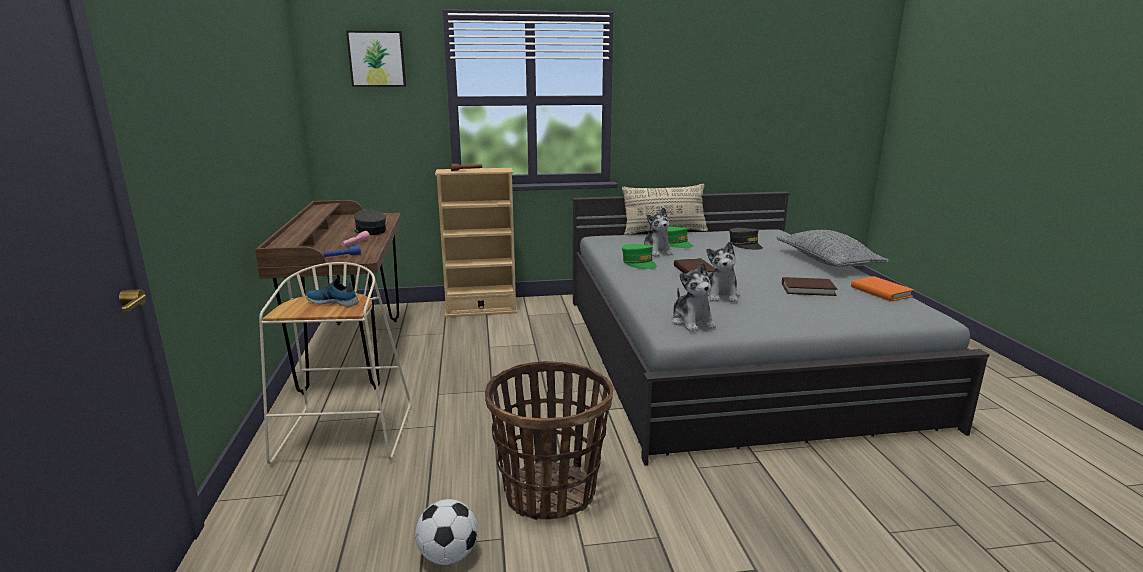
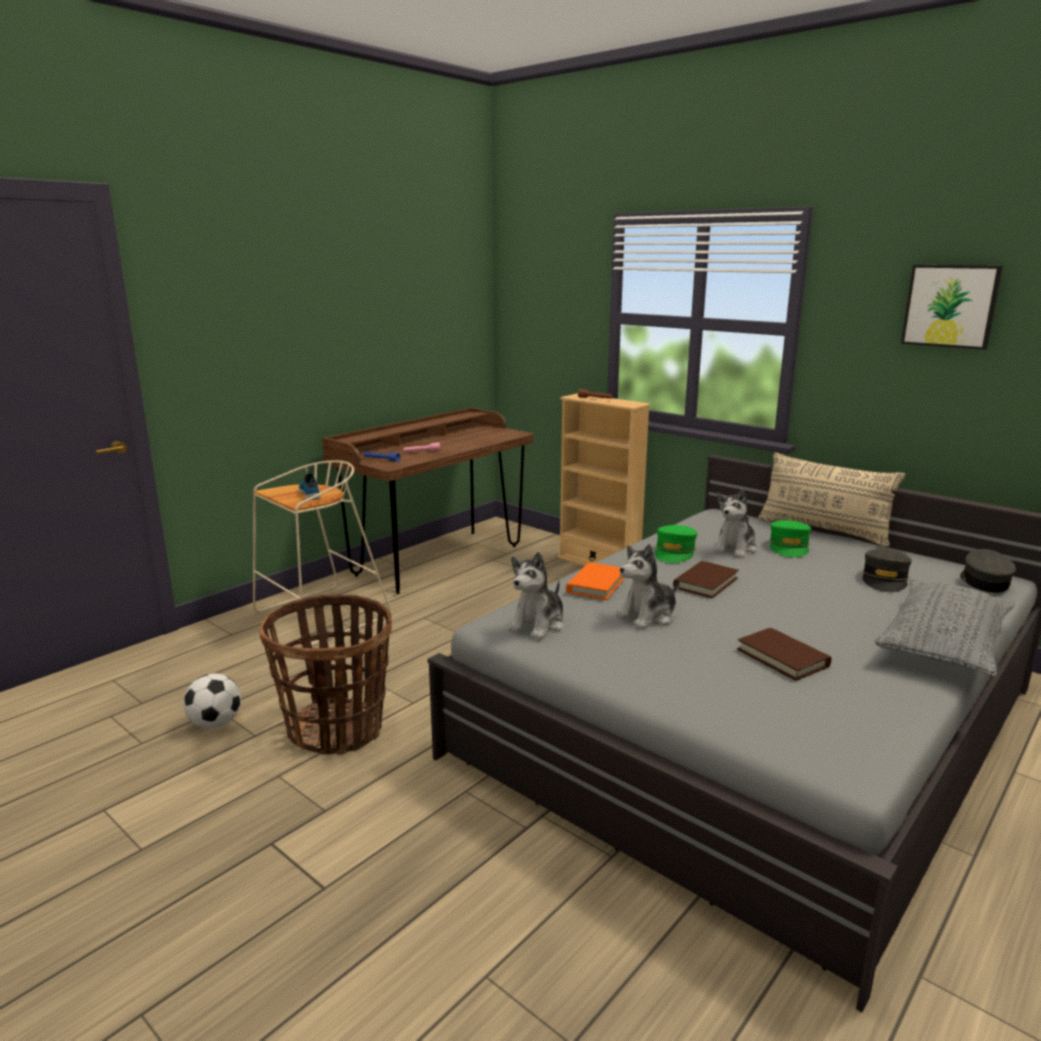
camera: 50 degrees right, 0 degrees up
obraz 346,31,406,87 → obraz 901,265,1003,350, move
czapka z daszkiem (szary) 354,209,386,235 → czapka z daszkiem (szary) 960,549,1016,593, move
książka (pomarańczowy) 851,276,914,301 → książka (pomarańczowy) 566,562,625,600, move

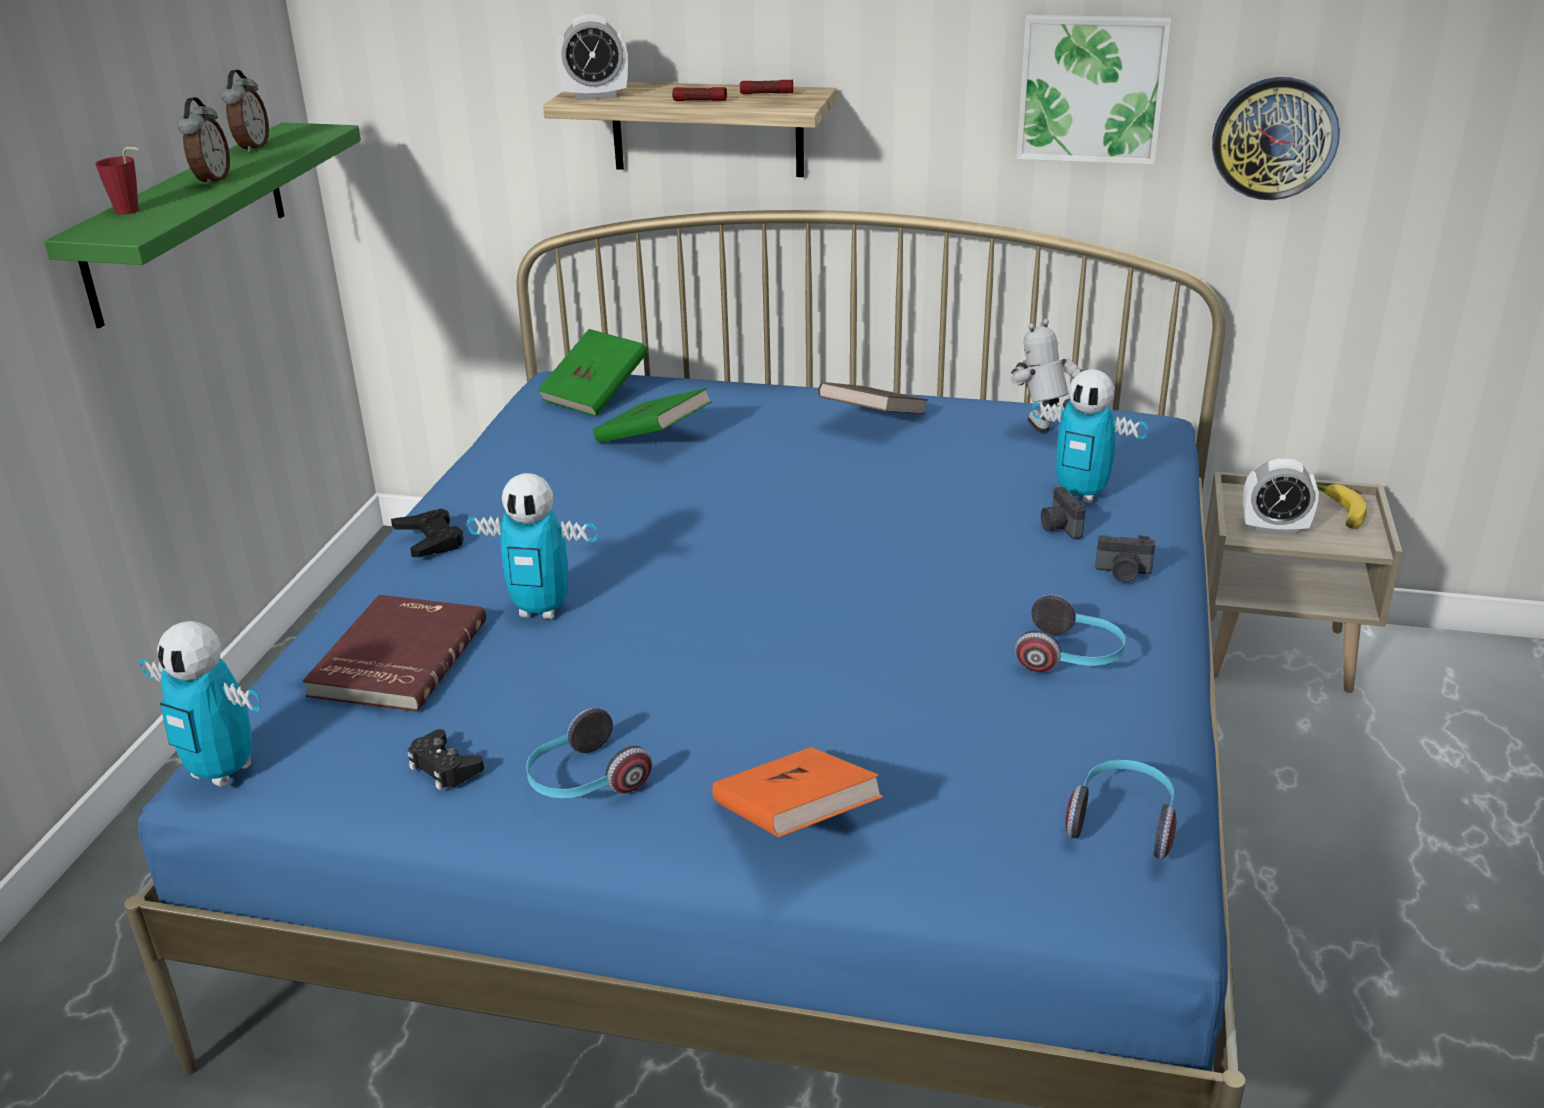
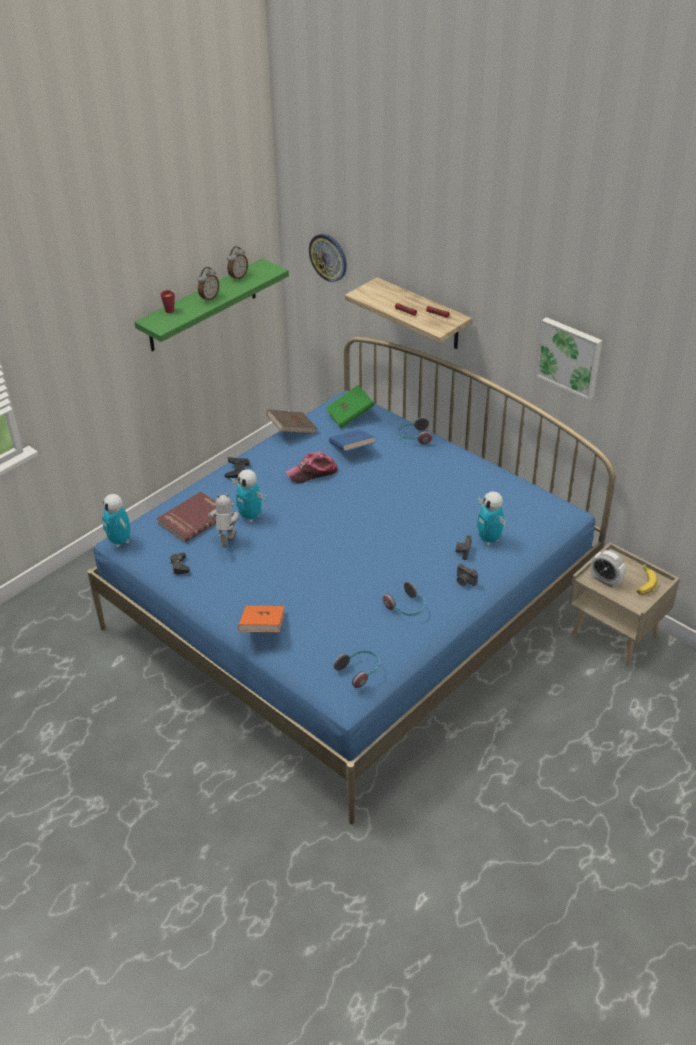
camera: 30 degrees right, 10 degrees up
słuchawki 526,708,652,798 → słuchawki 397,417,432,444, move
budzik 557,14,628,100 → -
książka (zielony) 593,388,712,443 → książka (niebieski) 329,429,375,451
książka (brązowy) 818,382,928,414 → książka (brązowy) 267,409,317,434, move
robot zabawkowy 1011,319,1083,433 → robot zabawkowy 208,493,239,548, move
zegar ścienny 1212,77,1340,200 → zegar ścienny 309,234,347,282, move
- → czapka z daszkiem 286,452,338,483

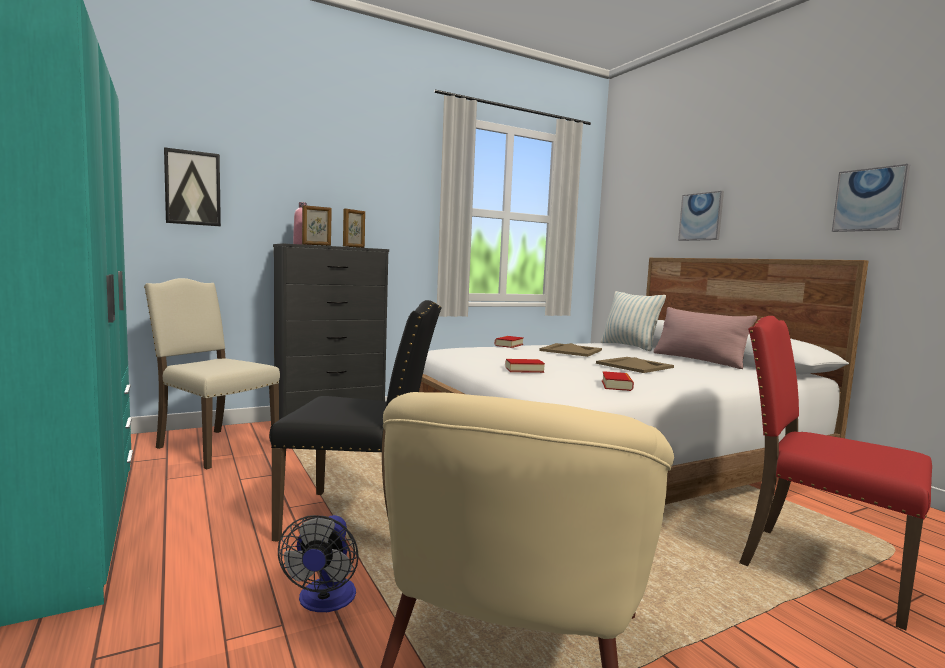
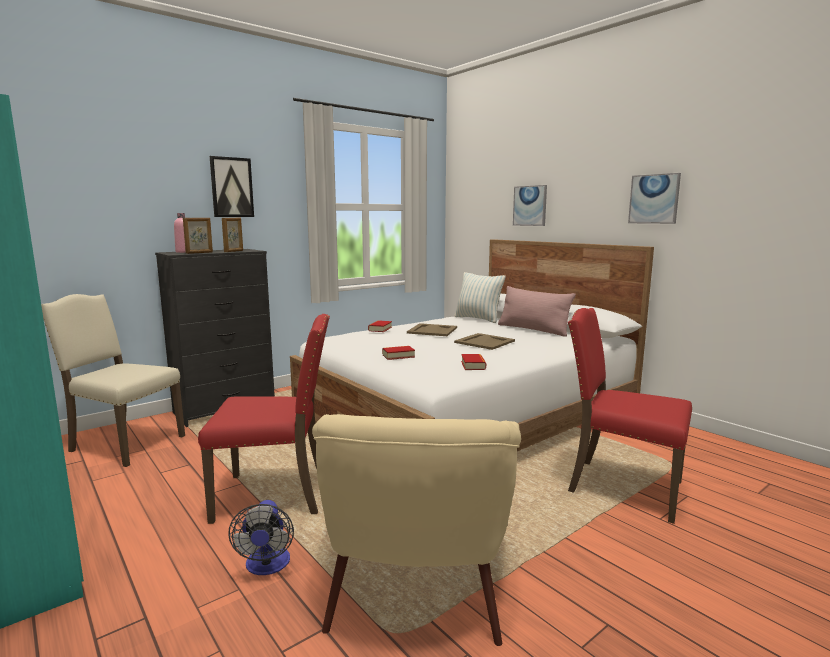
camera: 10 degrees left, 5 degrees up
obraz 164,147,221,226 → obraz 210,156,254,217, move
krzesło (czarny) 269,300,442,542 → krzesło (czerwony) 198,314,330,524

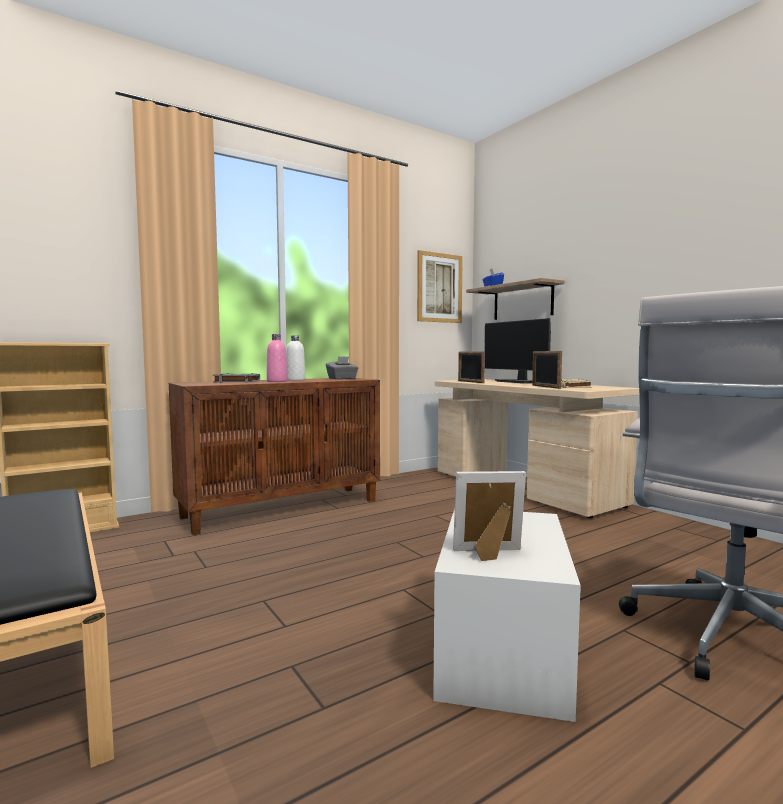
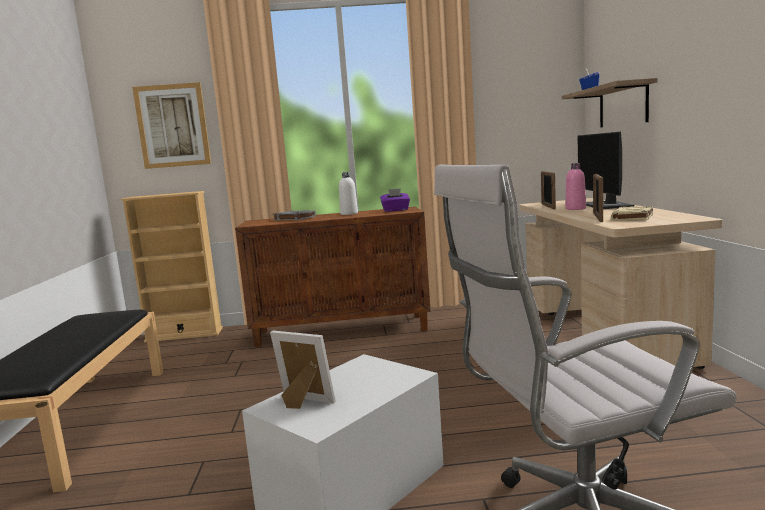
camera: 30 degrees right, 5 degrees up
butelka (różowy) 267,334,288,382 → butelka (różowy) 566,163,586,210, move
pudełko chusteczek (szary) 326,356,359,379 → pudełko chusteczek (fioletowy) 380,188,410,212
obraz 417,250,463,323 → obraz 132,82,211,169, move

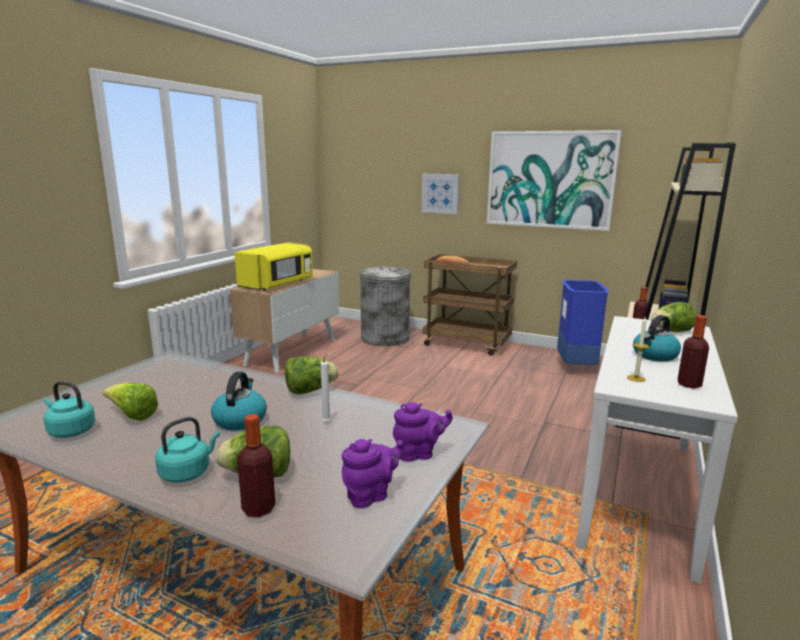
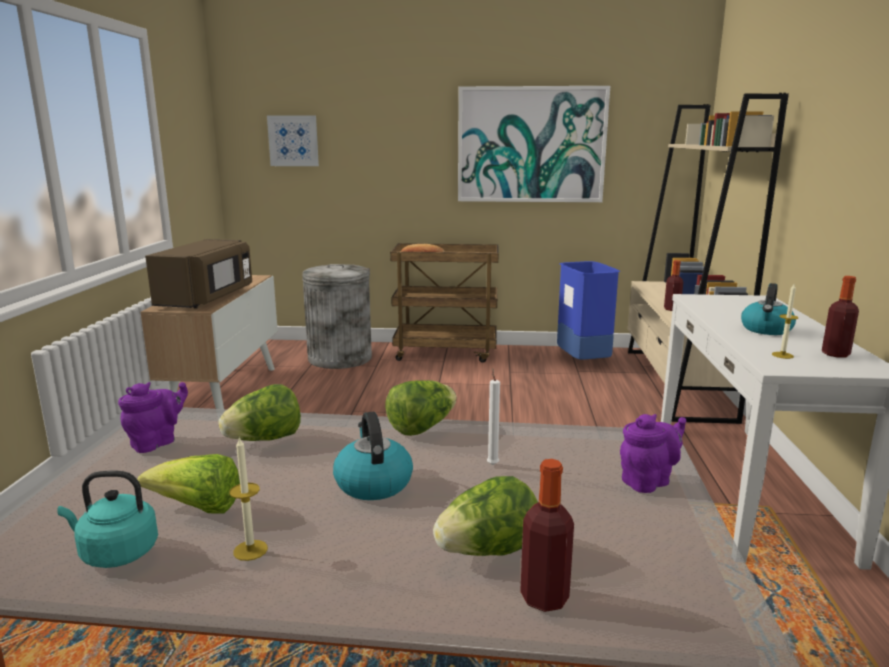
camera: 20 degrees left, 0 degrees up
czajnik (turkusowy) 155,417,220,483 → -
mikrofalówka (żółty) 234,242,313,291 → mikrofalówka (brązowy) 145,239,252,308
imbryk (fioletowy) 342,439,404,508 → imbryk (fioletowy) 118,382,188,453, move
obraz 422,174,460,214 → obraz 267,115,319,166, move
sałata 651,302,696,332 → sałata 218,384,301,441, move
- → świeca 230,436,268,561

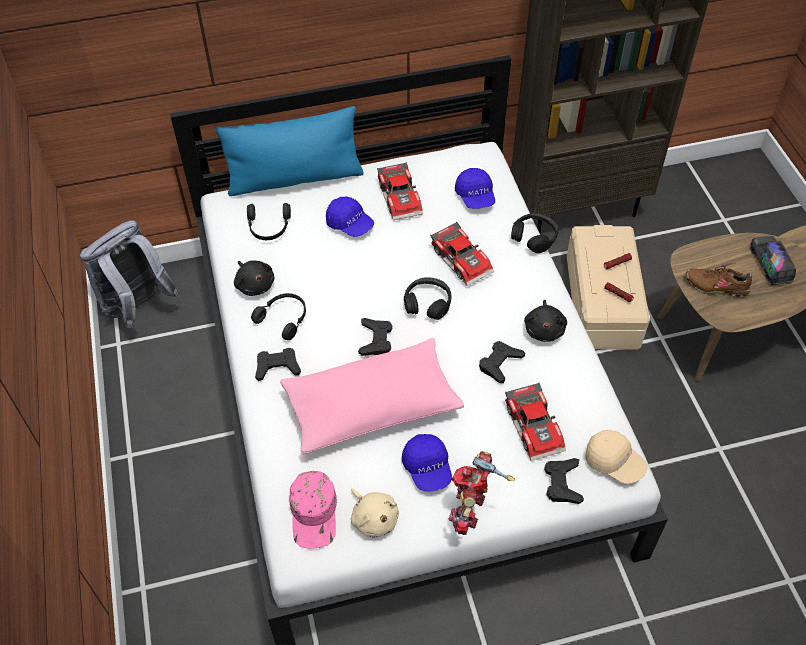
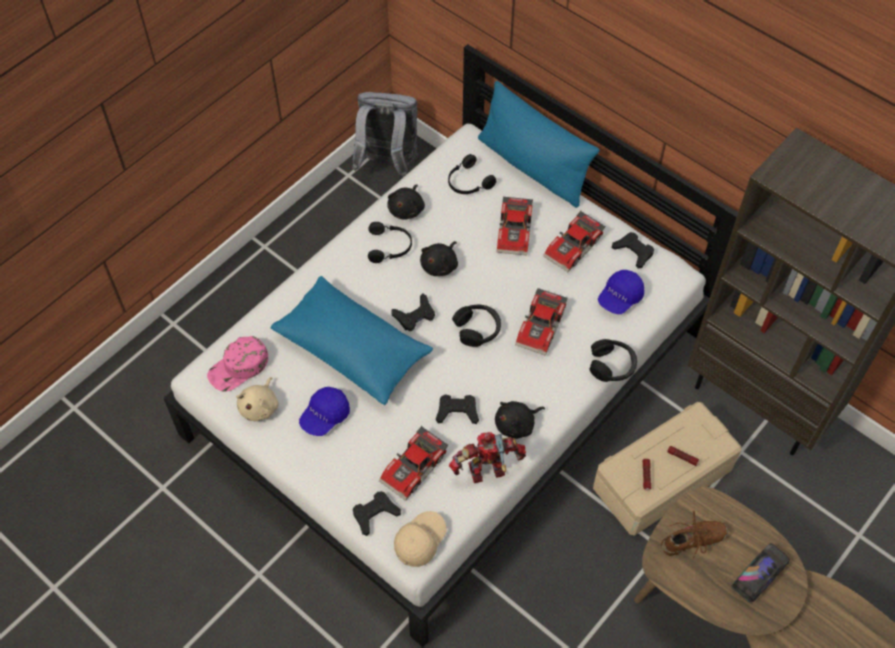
camera: 55 degrees right, 5 degrees up
pad do gier (czarny) 255,348,301,381 → pad do gier (czarny) 612,232,654,268, move
poduszka (różowy) 280,338,464,454 → poduszka (niebieski) 271,276,433,405
czapka z daszkiem (niebieski) 326,196,374,237 → samochodzik 497,196,533,256
robot zabawkowy 448,451,515,535 → robot zabawkowy 449,432,526,483, move
czapka z daszkiem (beżowy) 585,430,648,484 → czapka z daszkiem (beżowy) 394,511,447,567, 150 degrees counterclockwise
but (brązowy) 686,263,752,297 → but (brązowy) 661,510,728,560, 90 degrees clockwise
- → pluszak (czarny) 420,241,458,276

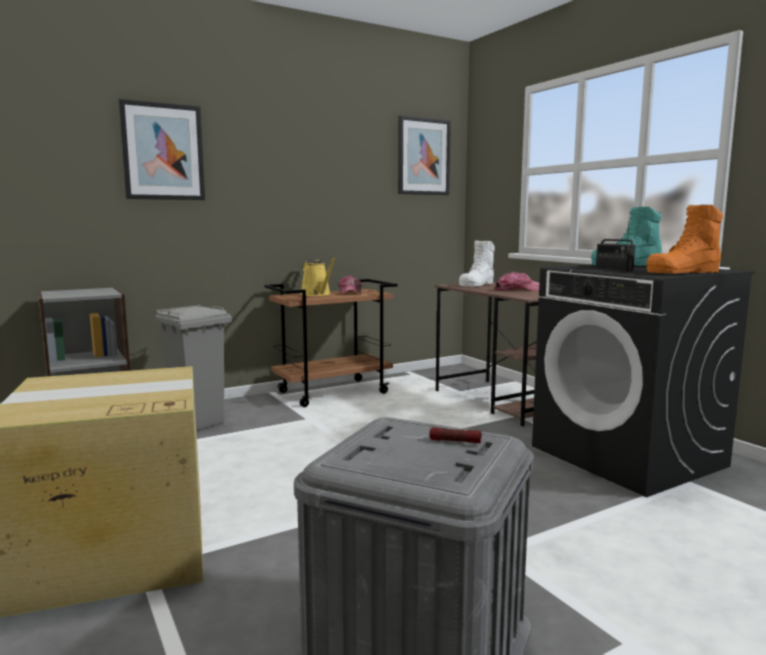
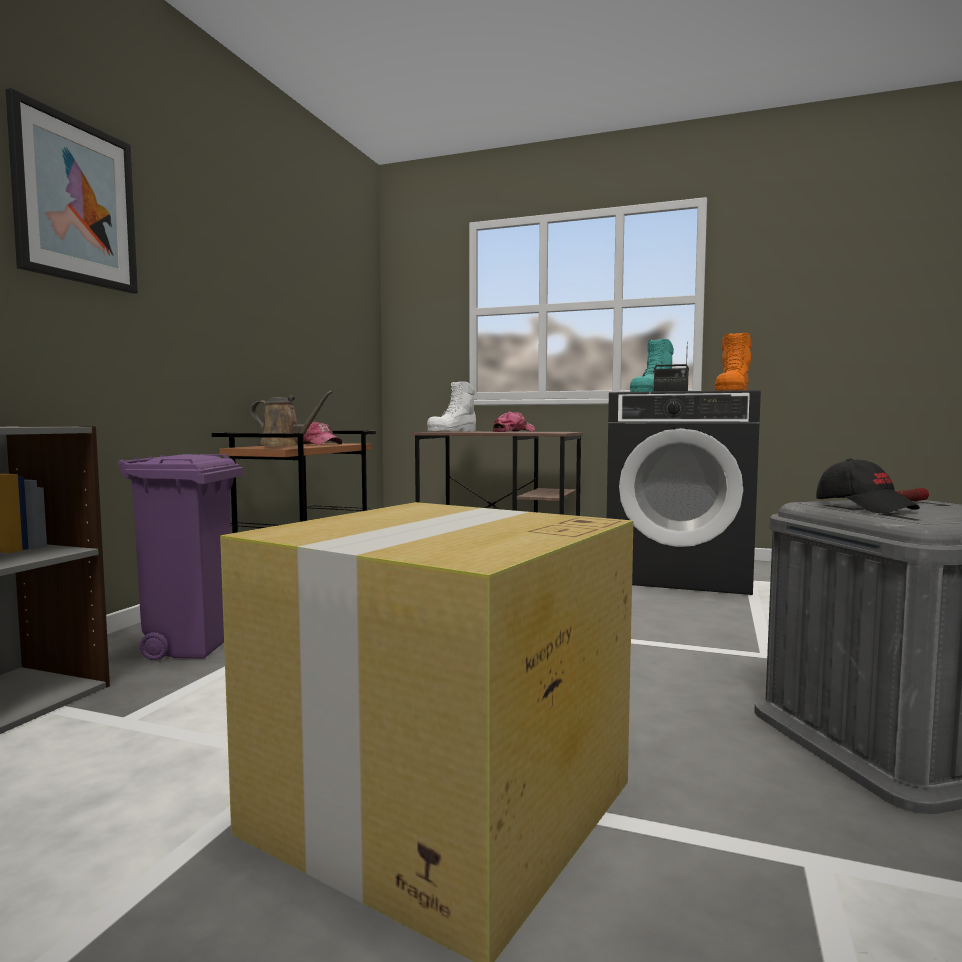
camera: 40 degrees left, 5 degrees down
kosz na śmieci (szary) 155,304,232,431 → kosz na śmieci (fioletowy) 118,454,243,660
konewka (żółty) 301,257,336,296 → konewka (brązowy) 251,390,333,447
obraz 398,115,451,195 → -
but z cholewką (biały) 459,241,495,287 → but z cholewką (biały) 427,382,476,431, 45 degrees clockwise
- → czapka z daszkiem (czarny) 816,458,920,513

